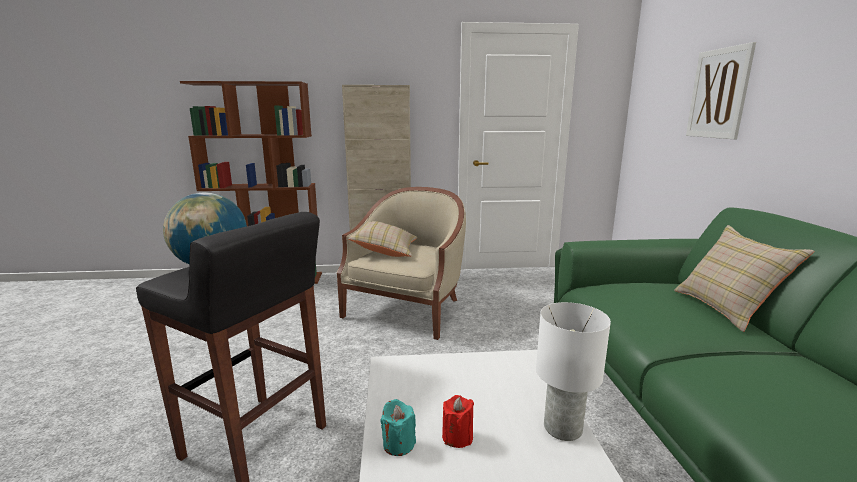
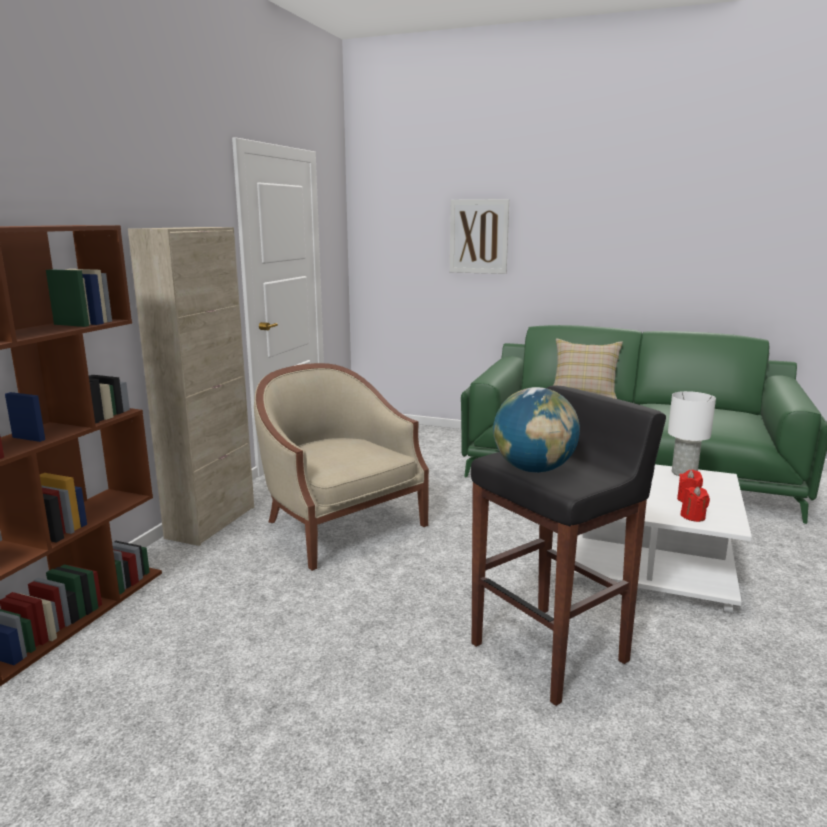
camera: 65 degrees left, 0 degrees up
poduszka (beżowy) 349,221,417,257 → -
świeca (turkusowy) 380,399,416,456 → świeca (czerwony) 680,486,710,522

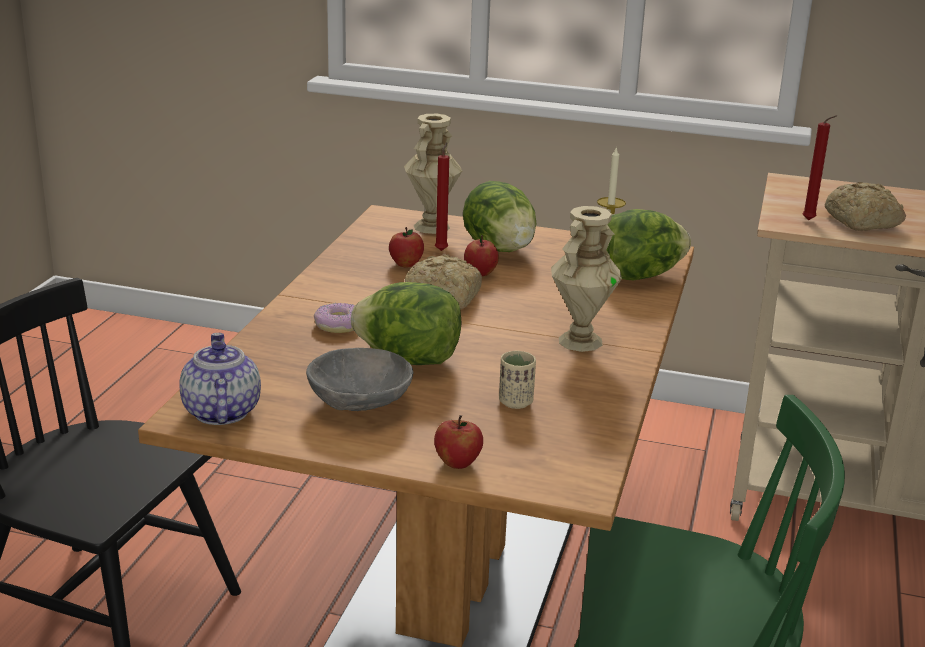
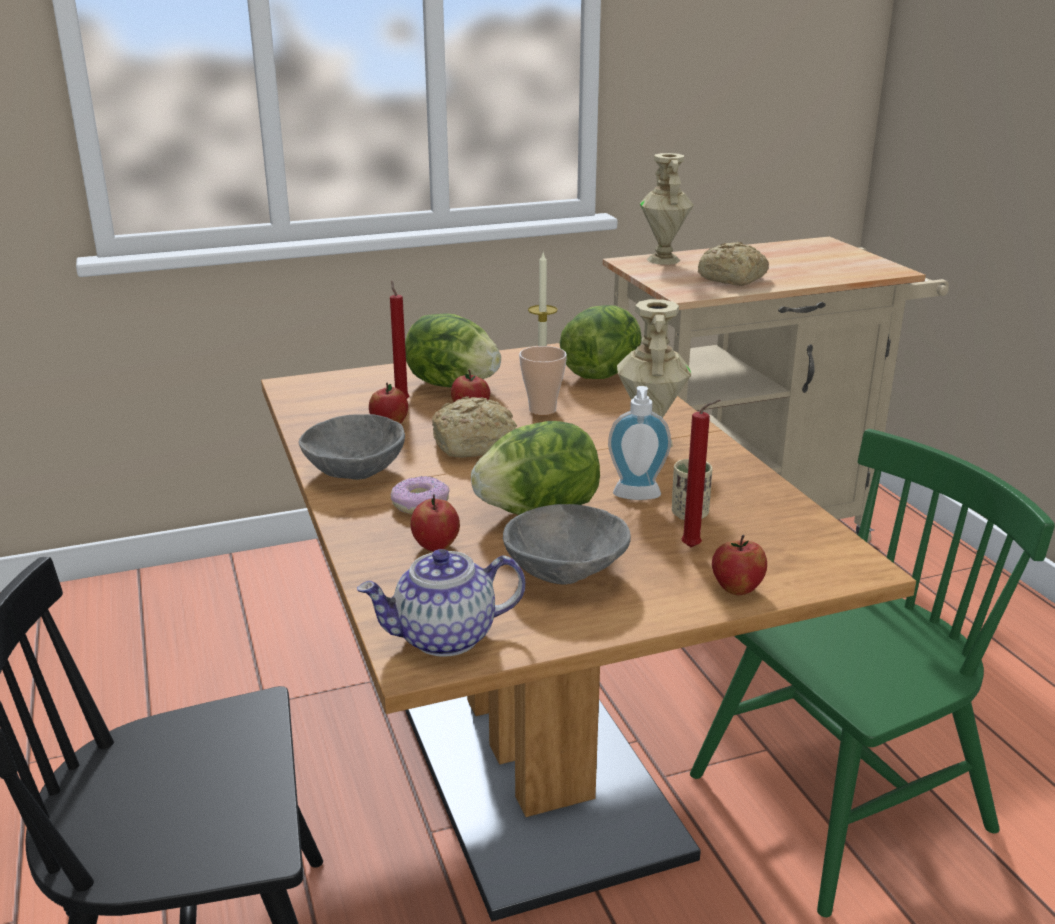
camera: 35 degrees left, 0 degrees up
imbryk 180,333,261,425 → imbryk 357,549,525,656, 60 degrees counterclockwise
wazon (beżowy) 404,114,462,234 → wazon (beżowy) 639,153,694,265, move
świeca (czerwony) 803,115,837,220 → świeca (czerwony) 681,400,720,547, move
- → miska (szary) 299,414,405,480
- → jabłko 411,494,460,551
- → filiżanka 519,346,567,415
- → dozownik mydła 608,386,671,500

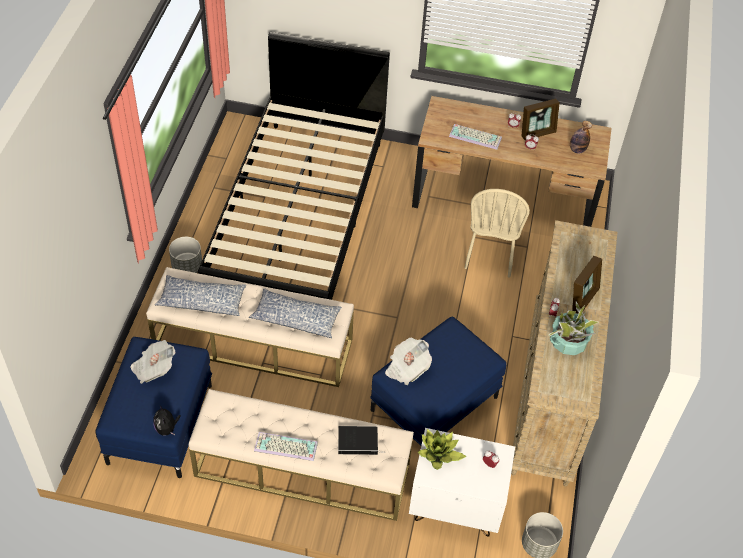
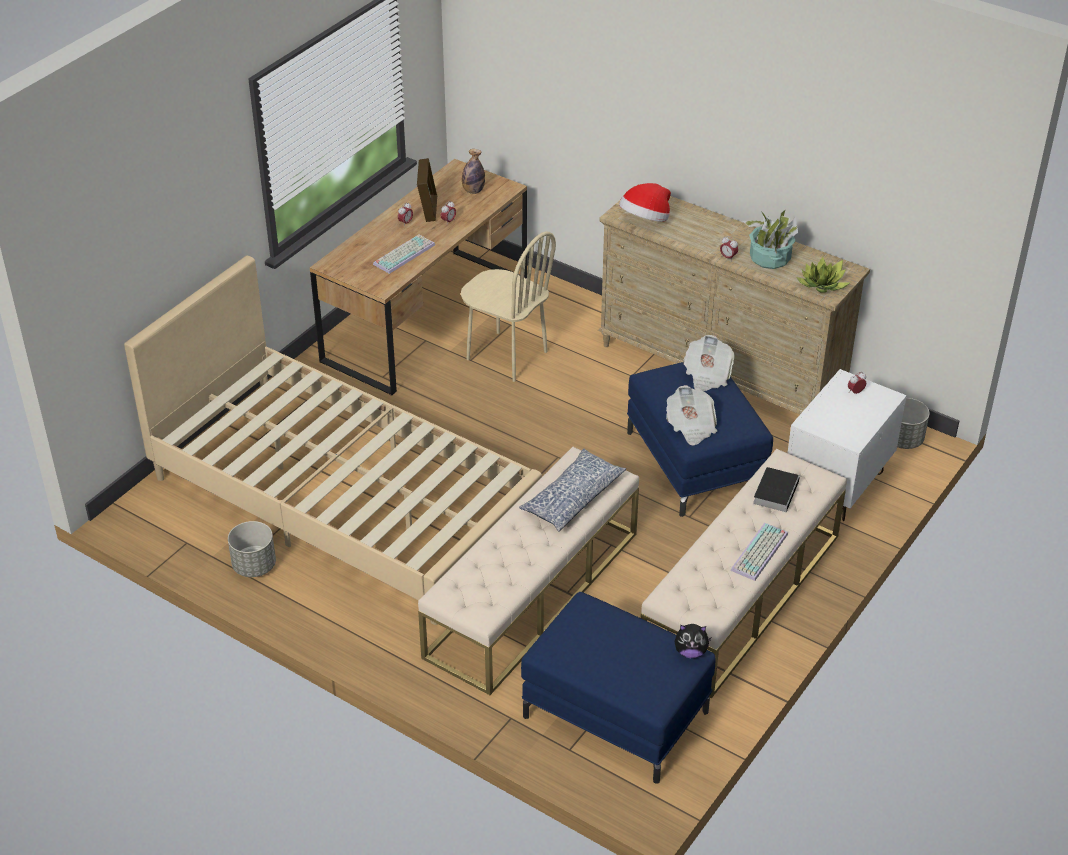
camera: 65 degrees left, 10 degrees down
gazeta 130,340,175,384 → gazeta 683,335,735,391, move
poduszka 155,275,246,316 → -
donica (szary) 169,237,202,273 → donica (szary) 228,521,276,577, move
łóżko (czarny) 198,32,390,300 → łóżko (beżowy) 124,256,542,625
roślina doniczkowa 418,429,467,470 → roślina doniczkowa 796,257,851,293, move
ramka na zdjęcie 572,256,602,314 → -
- → kapelusz 619,183,671,222

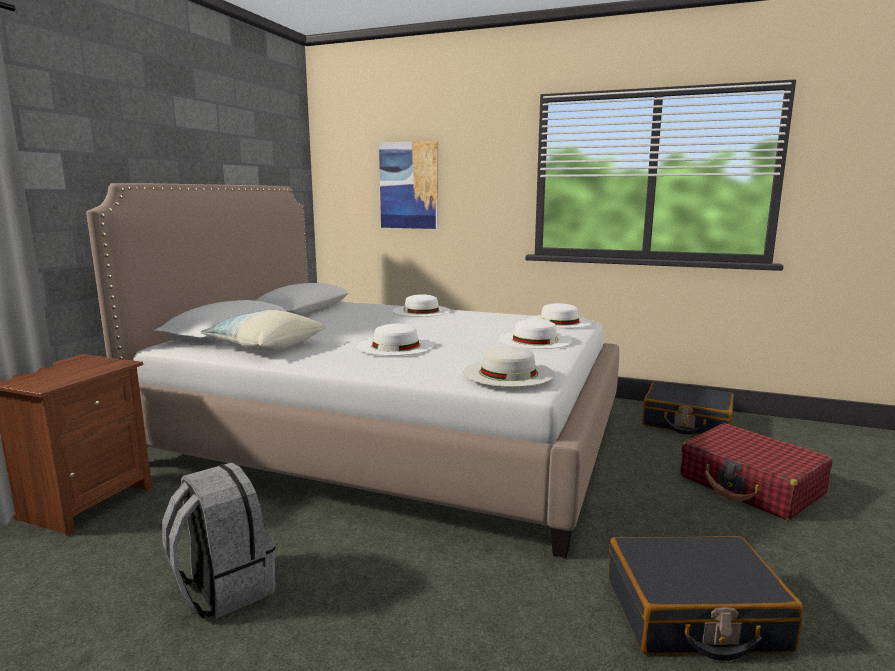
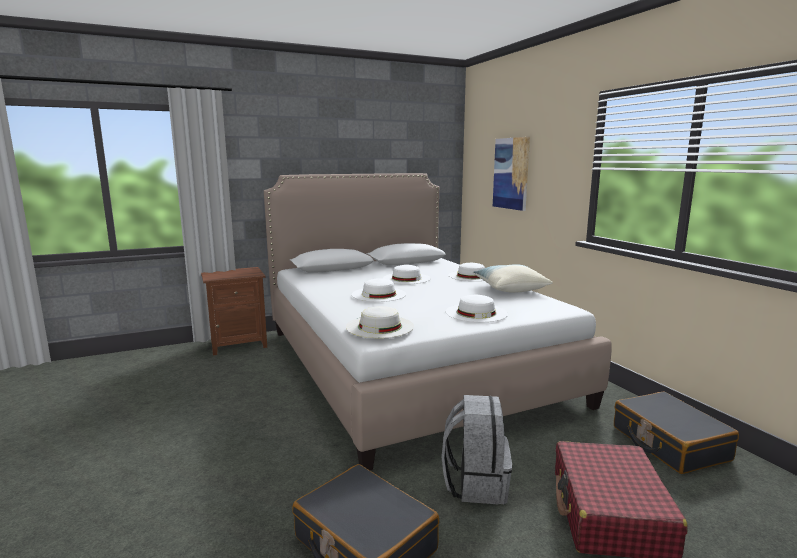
camera: 45 degrees right, 0 degrees up
plecak (szary) 162,463,275,619 → plecak (szary) 441,395,512,504, move
poduszka 201,310,326,351 → poduszka 473,264,553,293, move
kapelusz (biały) 528,303,592,328 → kapelusz (biały) 383,265,431,284, move

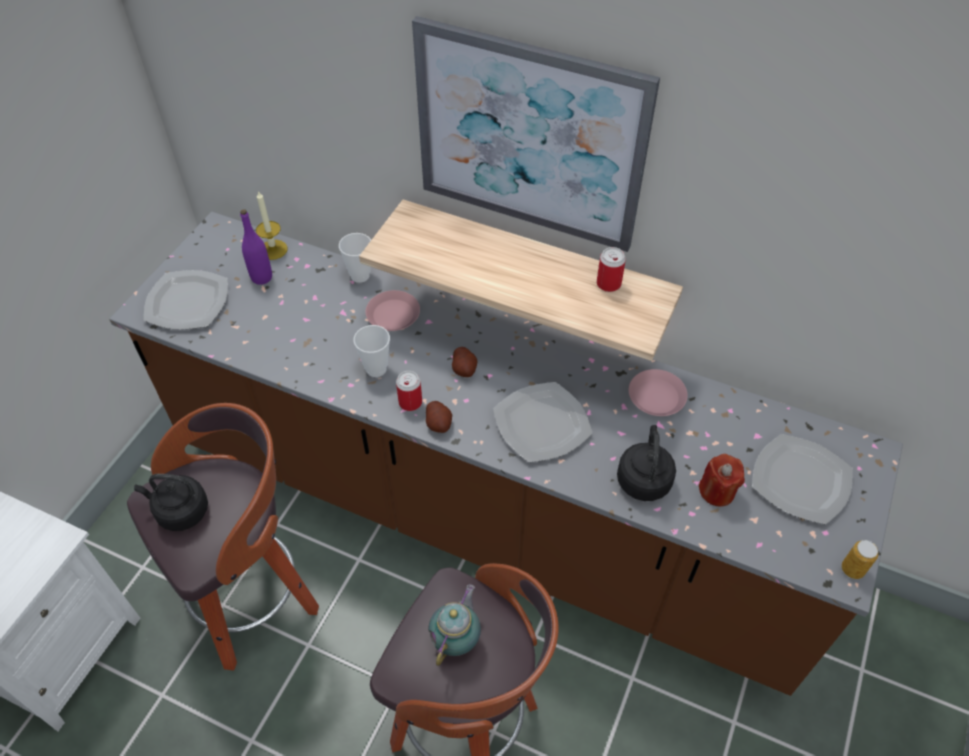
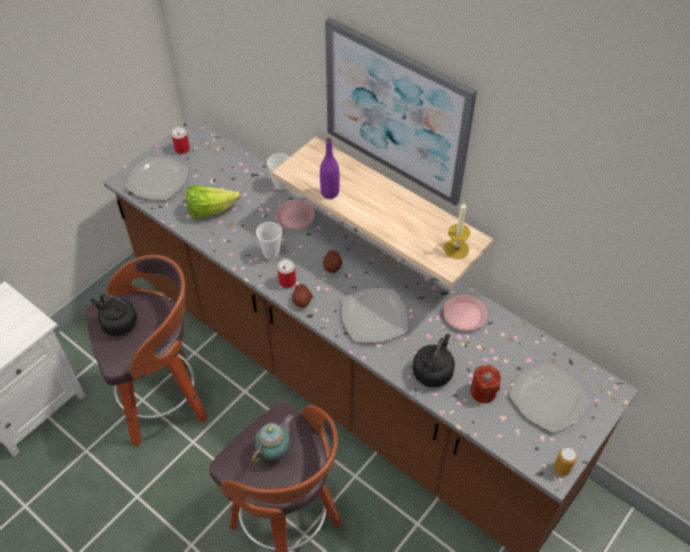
camera: 15 degrees right, 0 degrees up
butelka (fioletowy) 240,209,272,285 → butelka (fioletowy) 320,137,340,199, move
świeca 256,190,287,260 → świeca 444,203,470,259, move
puszka 597,247,626,292 → puszka 171,127,190,154, move
- → sałata 186,185,241,219

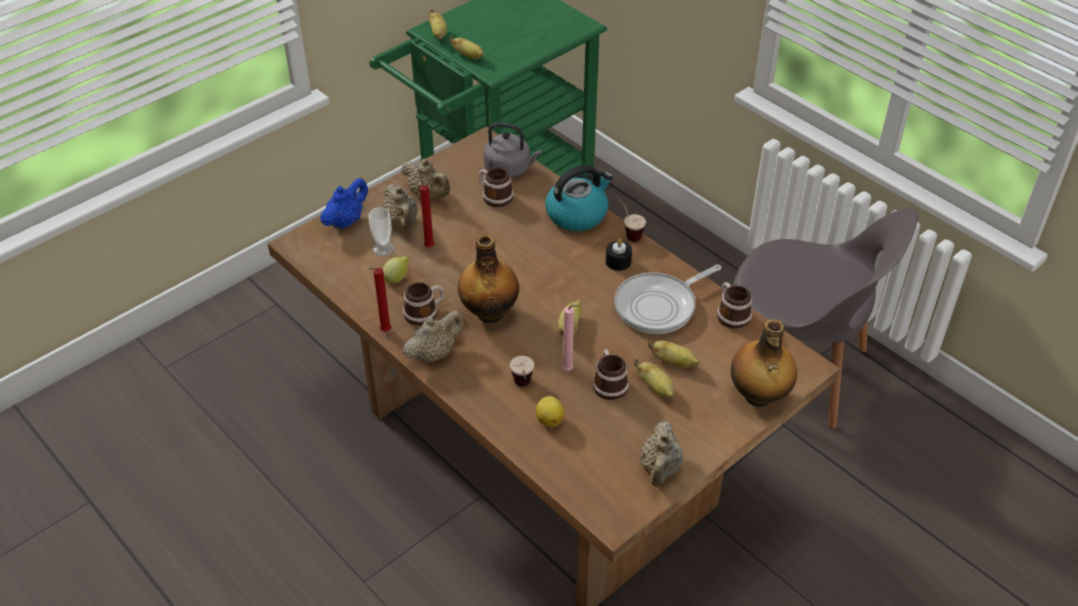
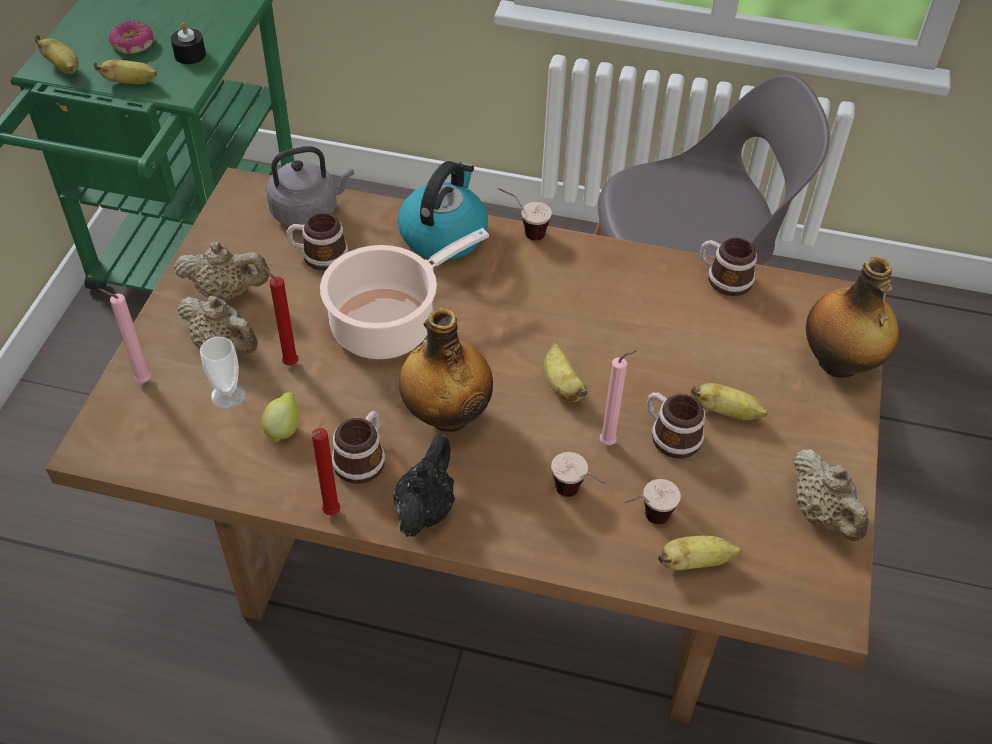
camera: 35 degrees left, 5 degrees up
imbryk (niebieski) 320,178,368,229 → świeca (różowy) 98,289,151,383
imbryk (beżowy) 403,310,465,363 → imbryk (czarny) 393,435,455,537
cytryna 536,396,564,427 → filiżanka 624,479,681,525
świeca (czarny) 606,239,632,271 → świeca (czarny) 171,22,206,64, move
patelnia 614,264,722,334 → -
banan 648,340,699,368 → banan 658,535,742,570, move
- → donut 108,21,154,54
- → garnek 320,228,489,359

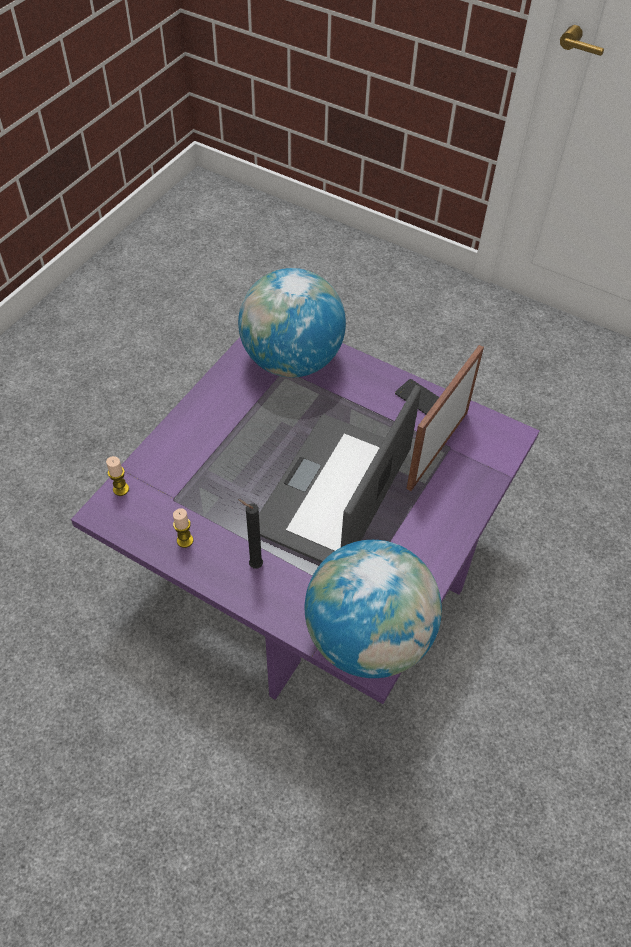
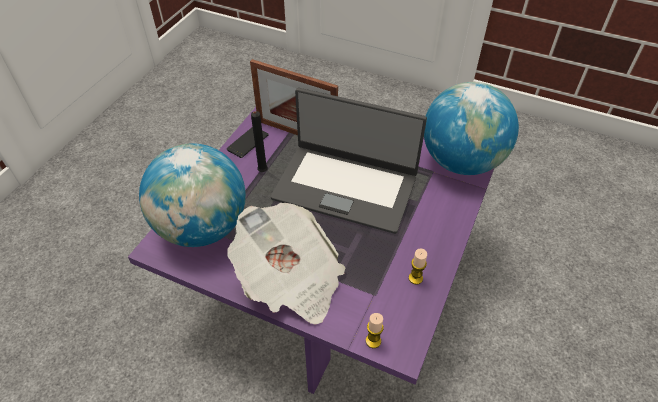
camera: 95 degrees left, 5 degrees down
świeca (czarny) 238,499,263,569 → świeca (czarny) 251,111,268,172, move
- → gazeta 227,203,346,325

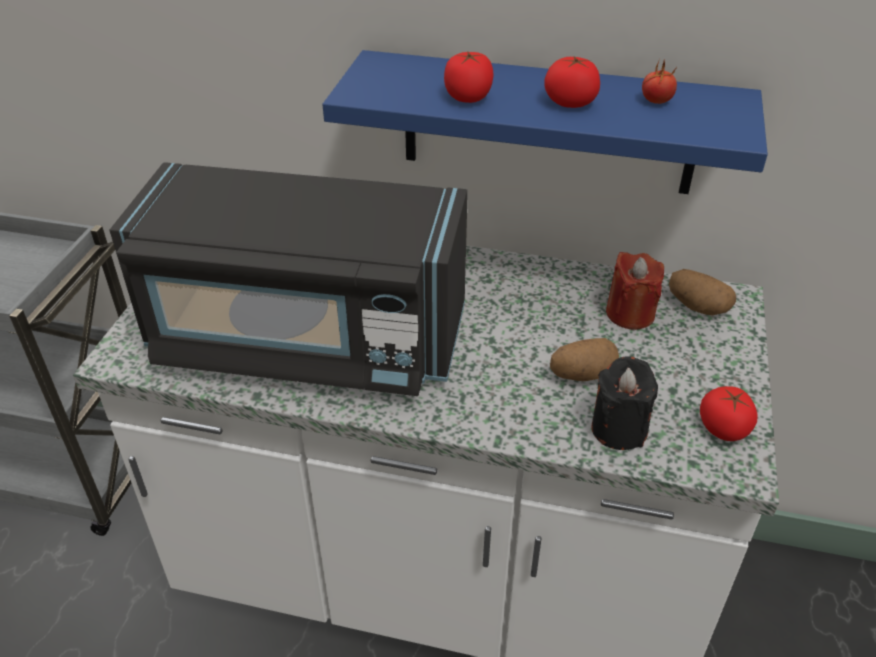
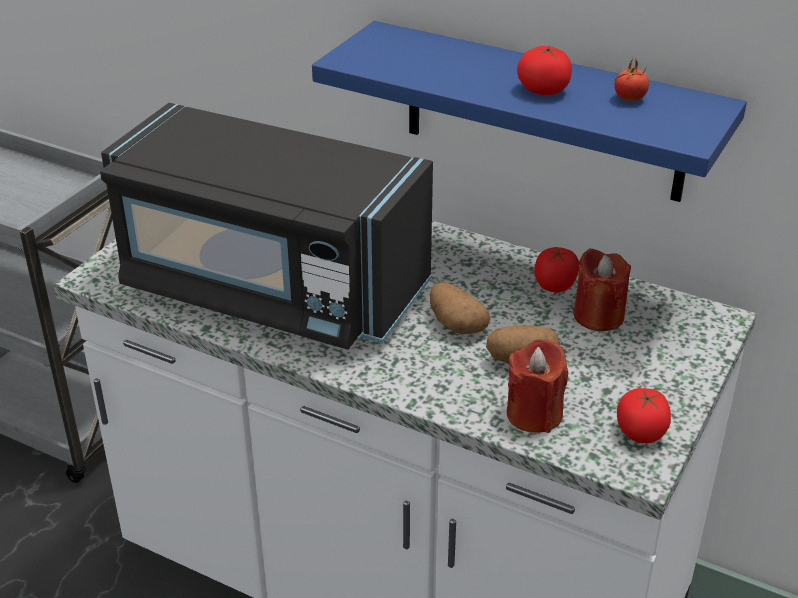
camera: 15 degrees right, 5 degrees down
pomidor 444,51,493,103 → pomidor 534,247,579,293, move
świeca (czarny) 591,356,658,450 → świeca (czerwony) 507,339,568,433
ziemniak 669,269,736,315 → ziemniak 430,282,490,334, move

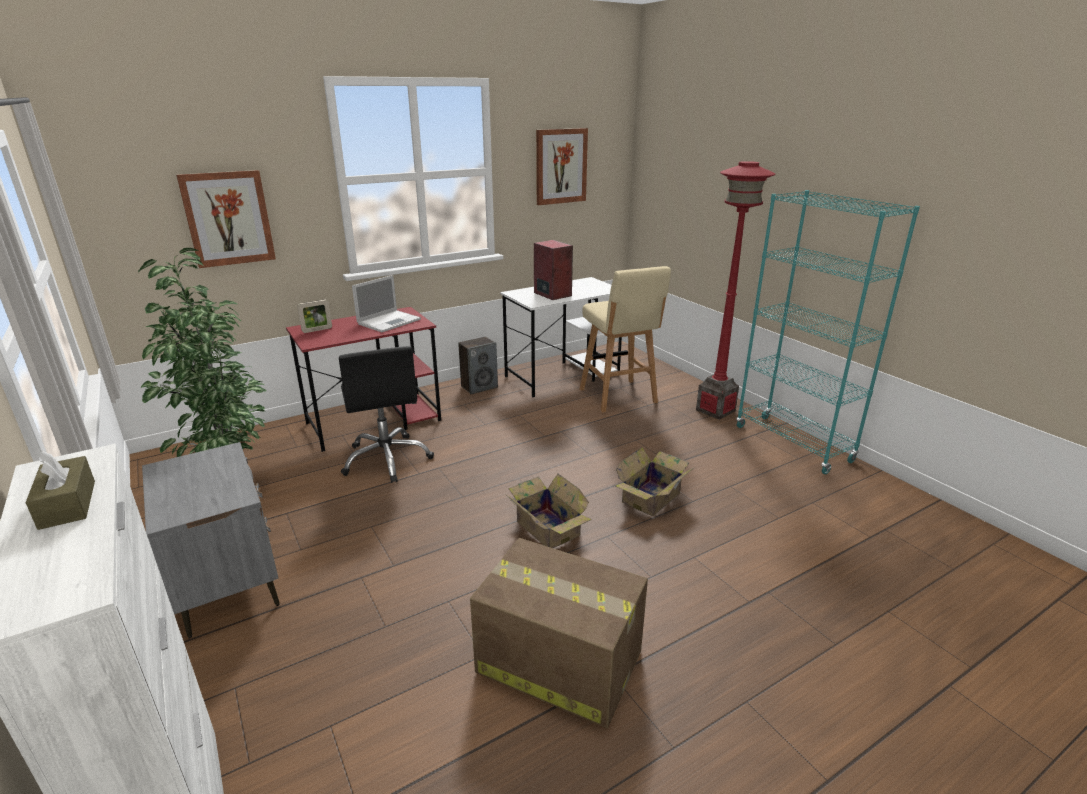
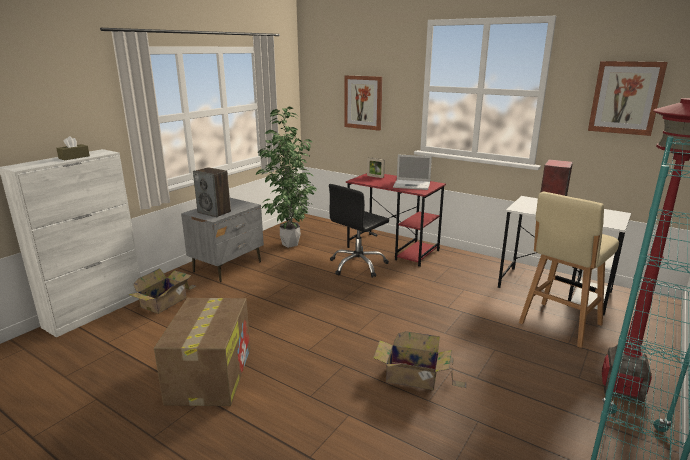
camera: 65 degrees right, 5 degrees down
głośnik 458,337,498,394 → głośnik 193,167,231,217, move
karton 505,474,592,548 → karton 129,268,197,314, move

